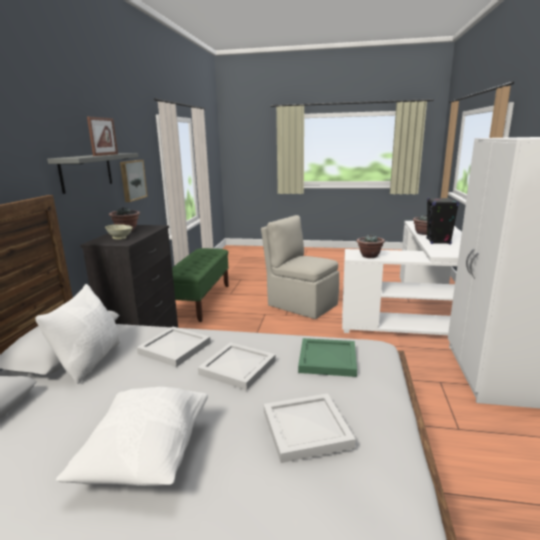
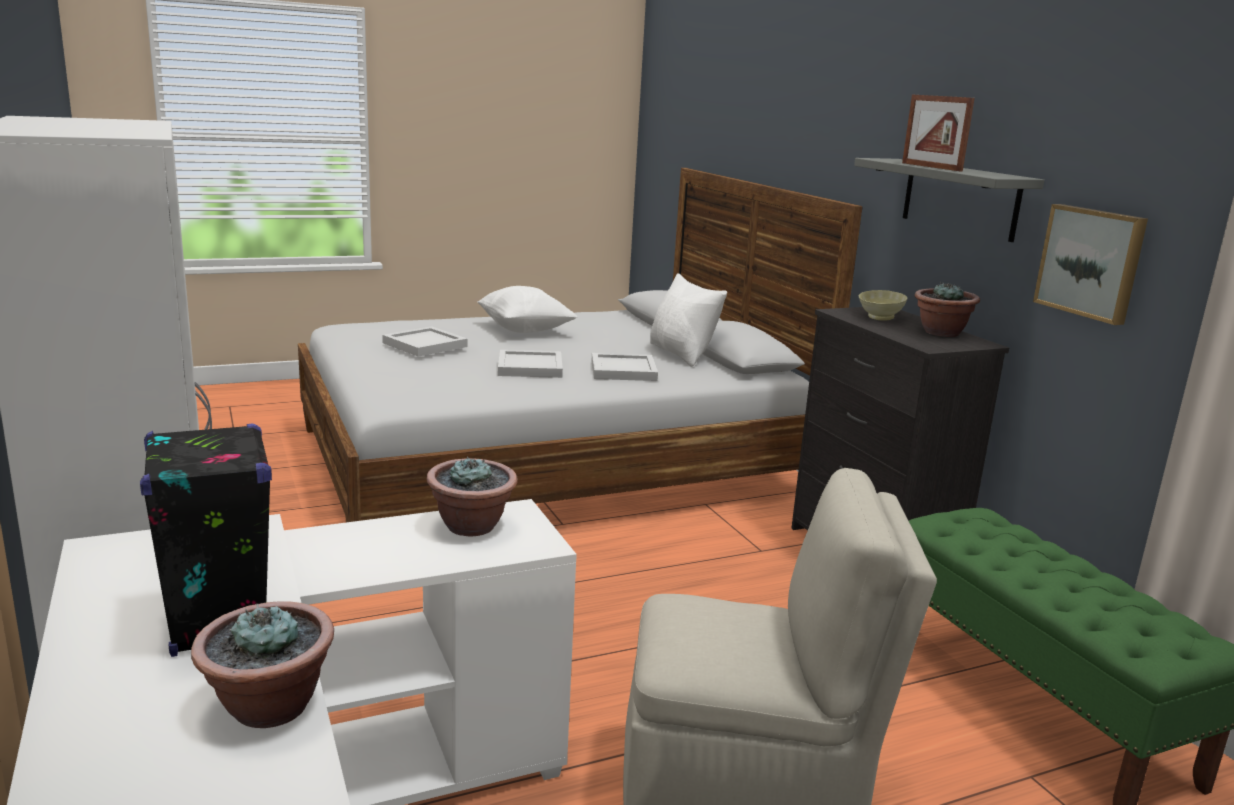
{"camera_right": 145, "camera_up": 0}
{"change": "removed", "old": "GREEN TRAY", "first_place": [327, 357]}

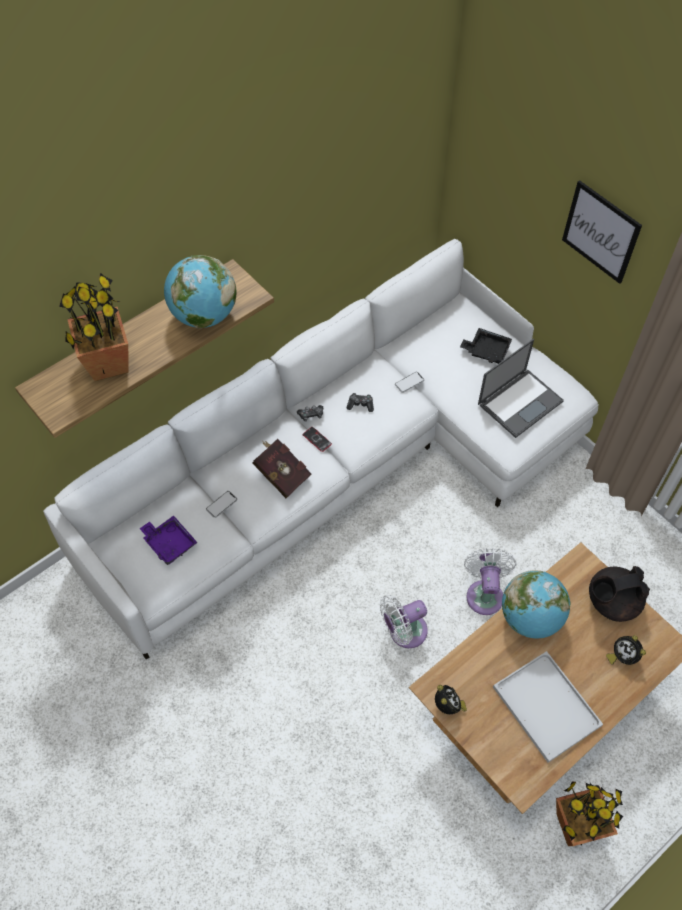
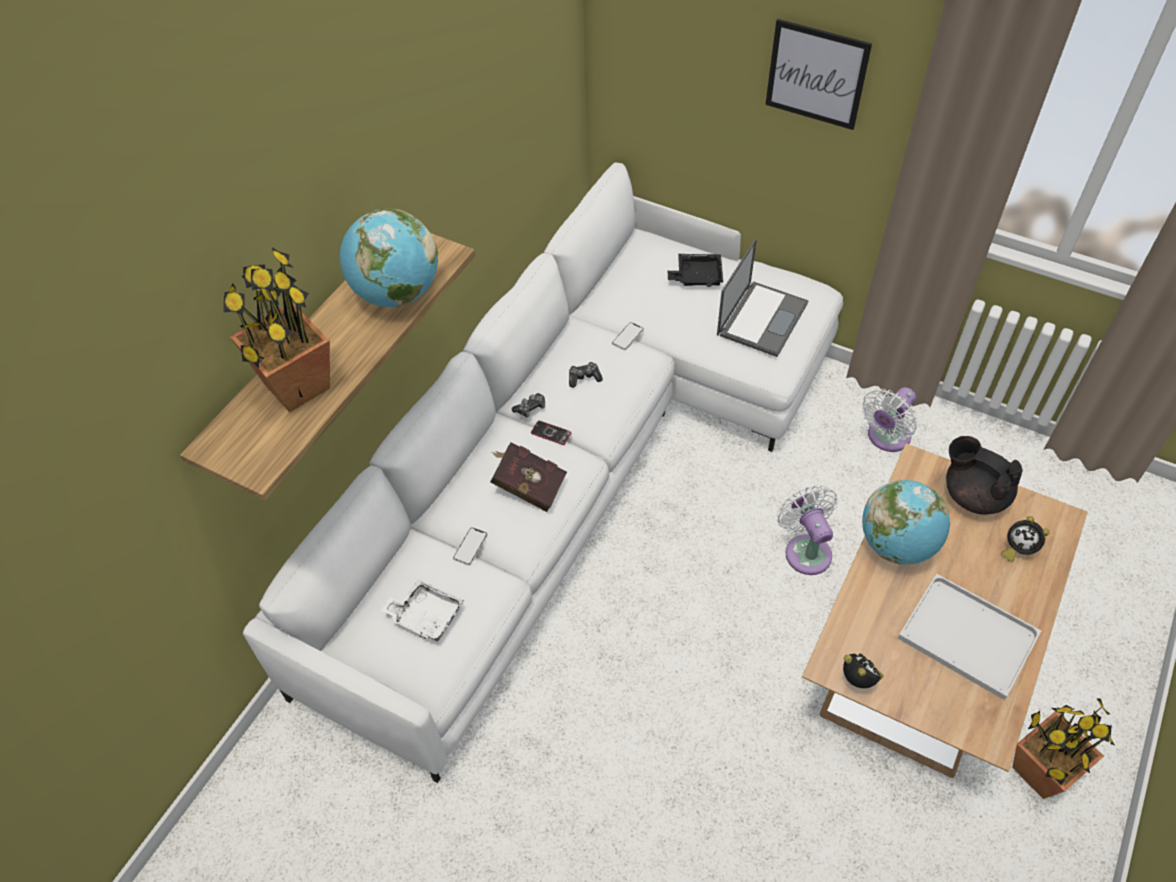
{"camera_right": -20, "camera_up": -5}
{"change": "recoloured", "old": "PURPLE TRAY", "new": "WHITE TRAY", "first_place": [168, 540], "second_place": [422, 610]}
{"change": "turned", "old": "BLACK TEAPOT", "first_place": [619, 594], "second_place": [984, 475], "degrees": 75}
{"change": "moved", "old": "WHITE FAN", "first_place": [403, 621], "second_place": [890, 419]}

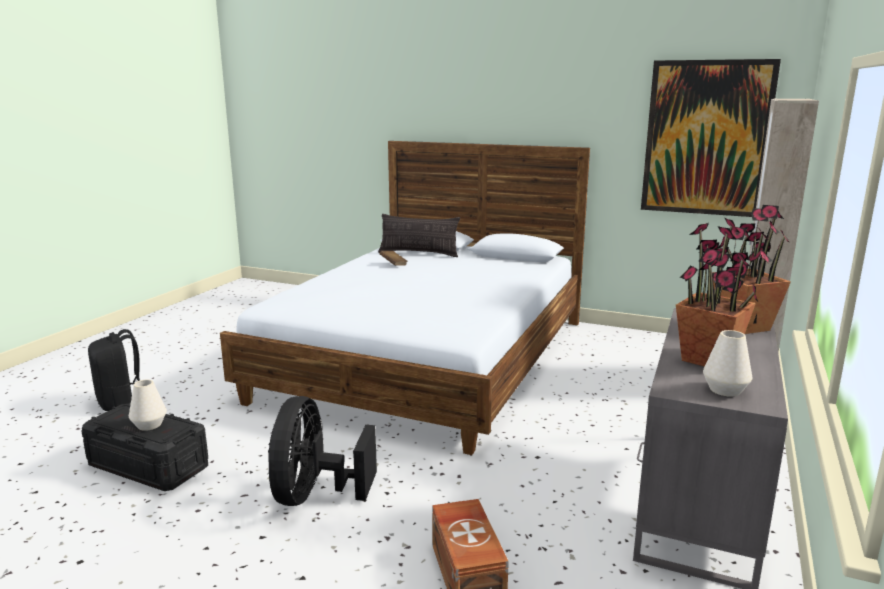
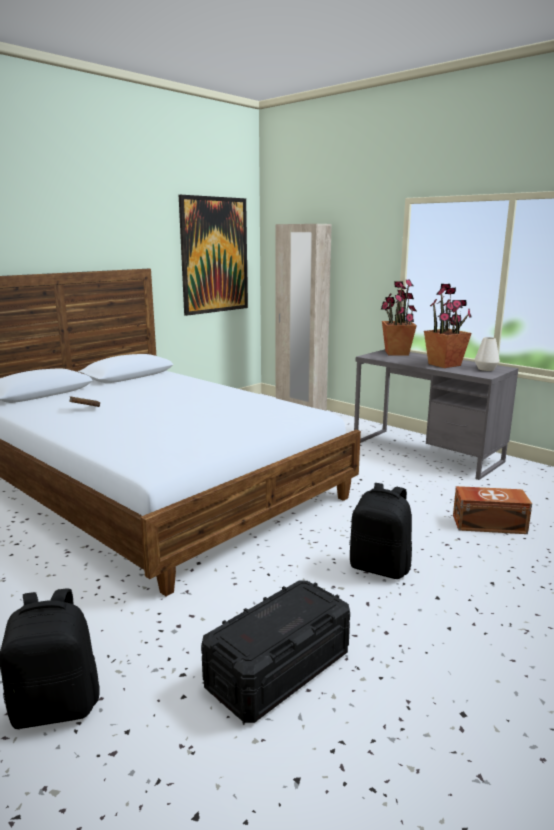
{"camera_right": -70, "camera_up": 0}
{"change": "removed", "old": "PILLOW", "first_place": [419, 235]}
{"change": "removed", "old": "WHITE VASE", "first_place": [148, 405]}
{"change": "replaced", "old": "BLACK FAN", "new": "BLACK BACKPACK", "first_place": [322, 451], "second_place": [380, 531]}

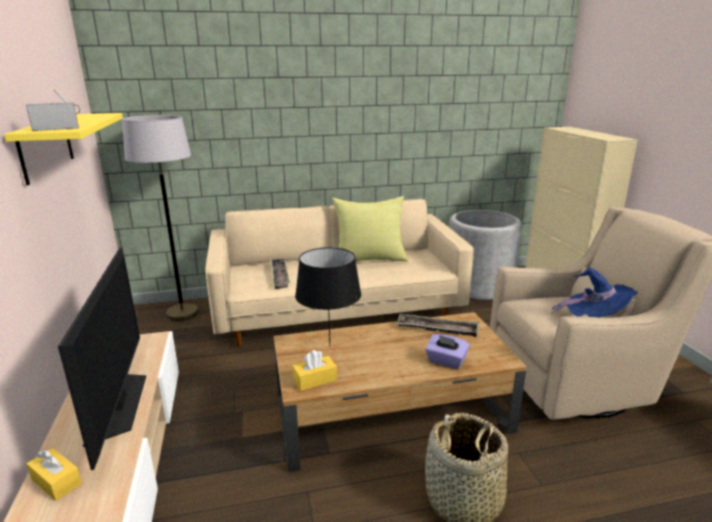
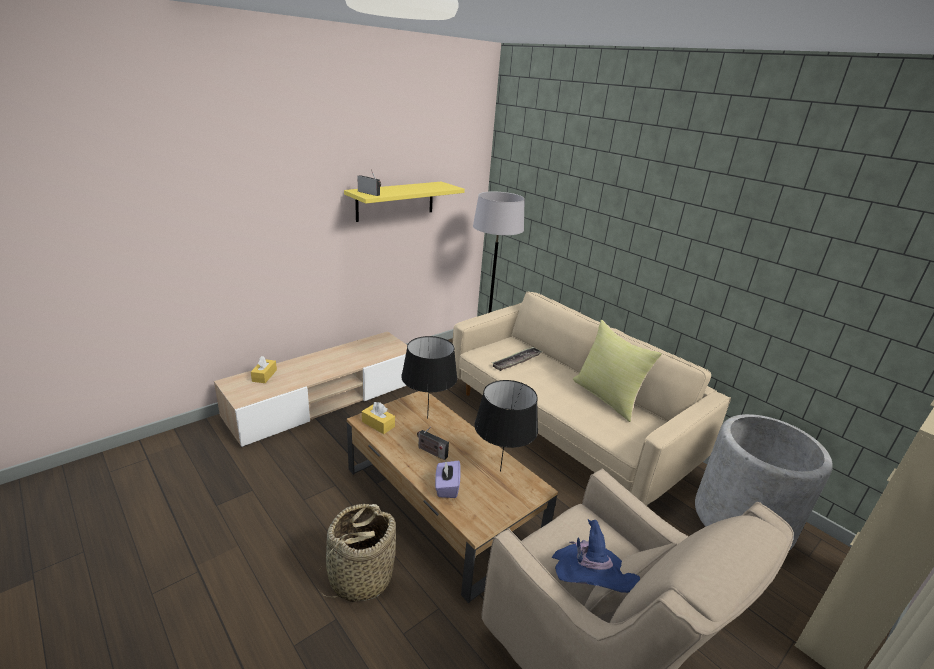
{"camera_right": 60, "camera_up": 5}
{"change": "removed", "old": "TELEVISION", "first_place": [102, 358]}
{"change": "replaced", "old": "TRAY", "new": "BLACK TABLE LAMP", "first_place": [438, 325], "second_place": [506, 426]}
{"change": "added", "new": "RADIO", "second_place": [433, 443]}

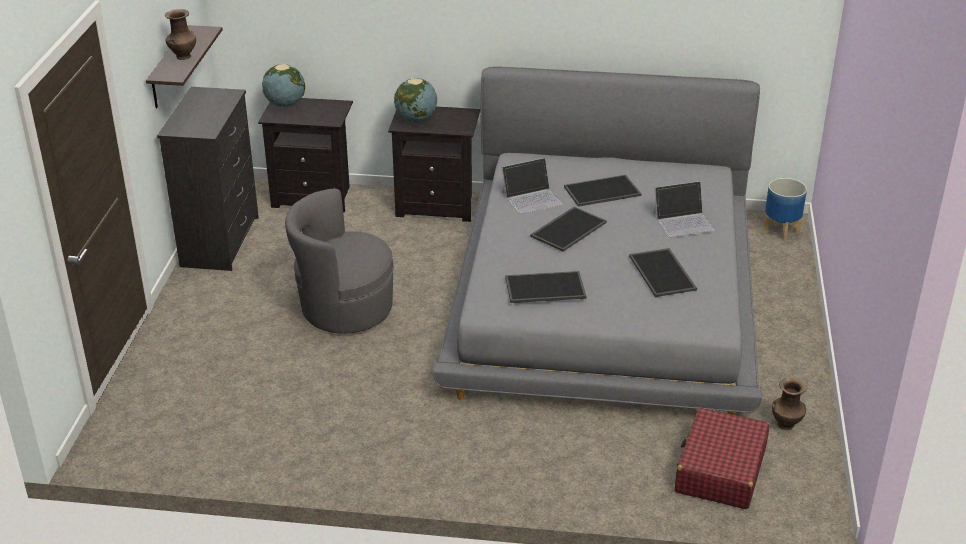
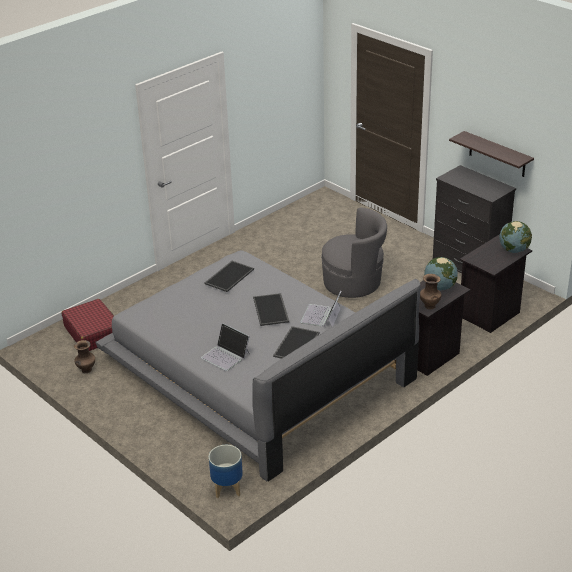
{"camera_right": 130, "camera_up": 0}
{"change": "moved", "old": "BROWN VASE", "first_place": [180, 34], "second_place": [430, 291]}
{"change": "turned", "old": "LAPTOP", "first_place": [684, 209], "second_place": [225, 347], "degrees": -75}
{"change": "turned", "old": "GREY ARMCHAIR", "first_place": [339, 261], "second_place": [354, 253], "degrees": 60}
{"change": "removed", "old": "TRAY", "first_place": [663, 272]}

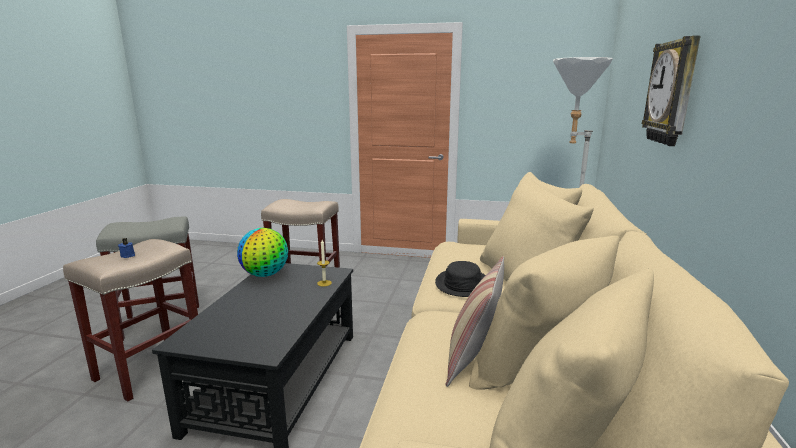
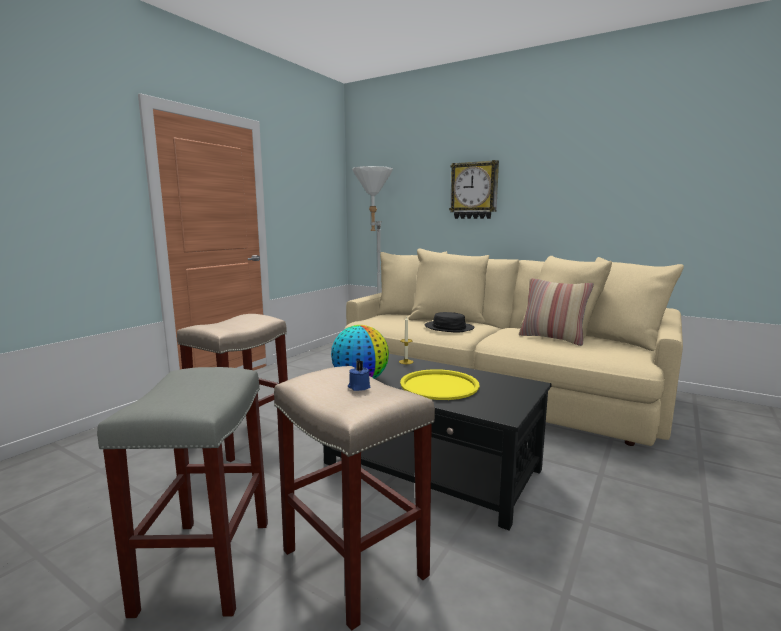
{"camera_right": -70, "camera_up": -5}
{"change": "added", "new": "YELLOW TRAY", "second_place": [440, 384]}

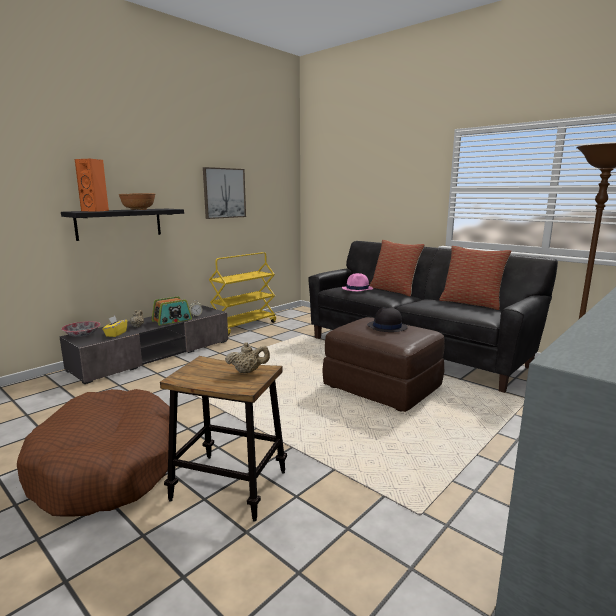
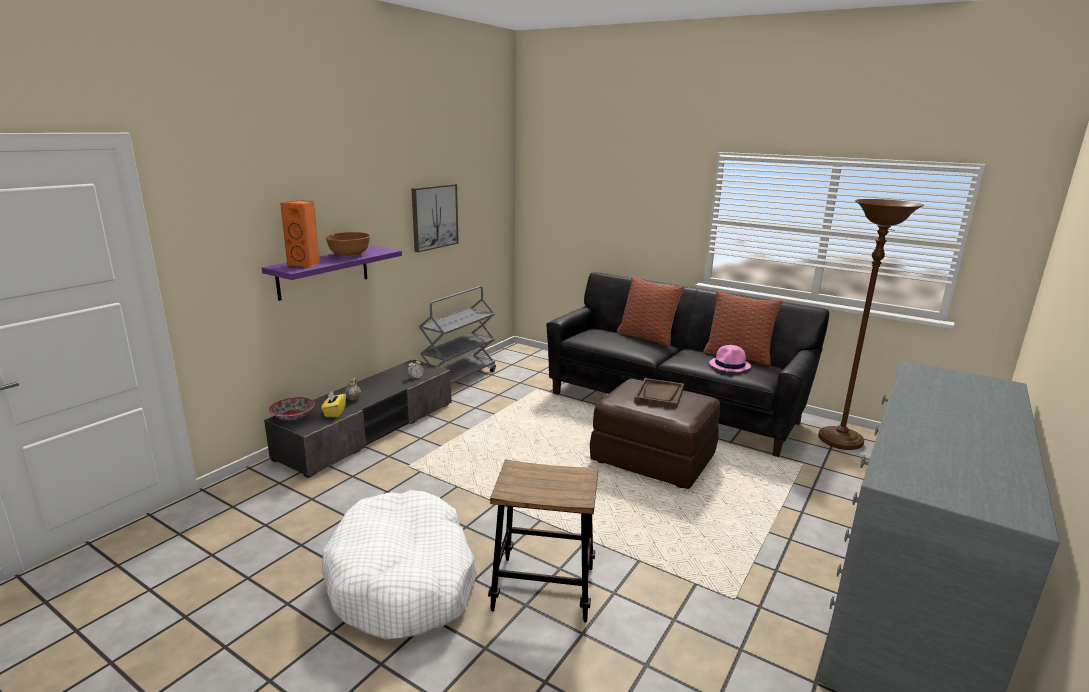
{"camera_right": -10, "camera_up": 5}
{"change": "recoloured", "old": "BLACK SHELF", "new": "PURPLE SHELF", "first_place": [122, 225], "second_place": [332, 273]}
{"change": "recoloured", "old": "YELLOW CART", "new": "GREY CART", "first_place": [242, 294], "second_place": [457, 335]}
{"change": "moved", "old": "PINK HAT", "first_place": [357, 282], "second_place": [730, 358]}
{"change": "removed", "old": "RADIO", "first_place": [172, 311]}
{"change": "replaced", "old": "BLACK HAT", "new": "BROWN TRAY", "first_place": [387, 320], "second_place": [659, 393]}
{"change": "removed", "old": "BEIGE TEAPOT", "first_place": [247, 357]}
{"change": "recoloured", "old": "BROWN DOG BED", "new": "WHITE DOG BED", "first_place": [93, 453], "second_place": [399, 565]}

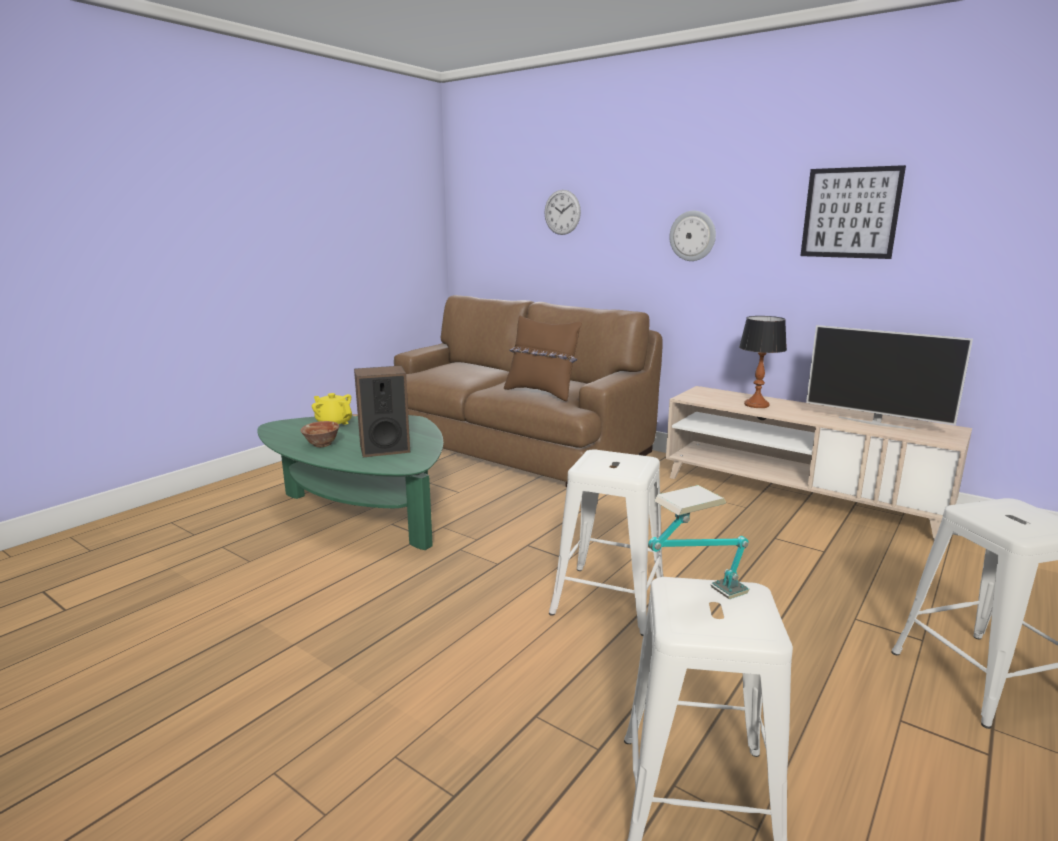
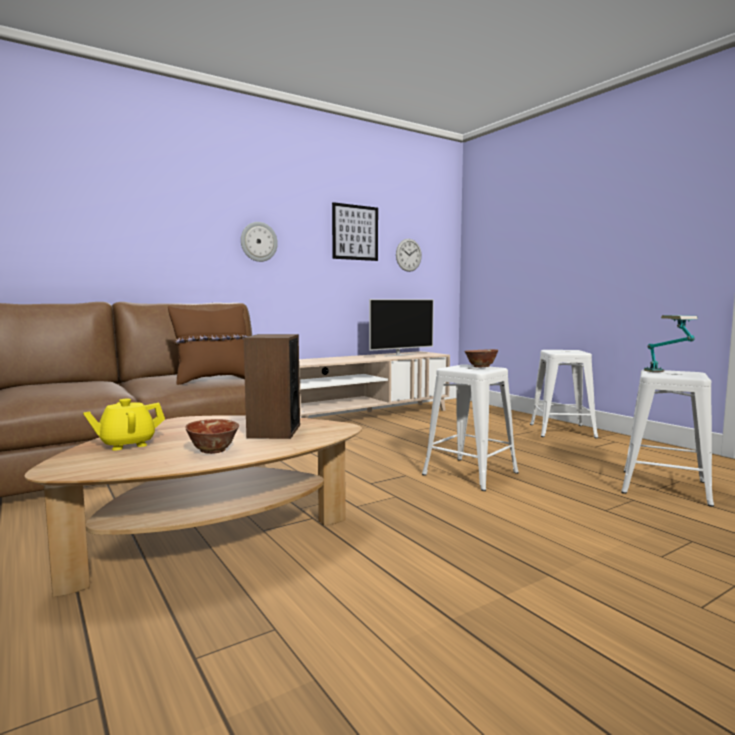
{"camera_right": -70, "camera_up": -10}
{"change": "moved", "old": "WALL CLOCK", "first_place": [562, 212], "second_place": [409, 255]}
{"change": "removed", "old": "TABLE LAMP", "first_place": [763, 362]}
{"change": "recoloured", "old": "GREEN COFFEE TABLE", "new": "BROWN COFFEE TABLE", "first_place": [350, 482], "second_place": [193, 506]}
{"change": "added", "new": "BOWL", "second_place": [481, 358]}

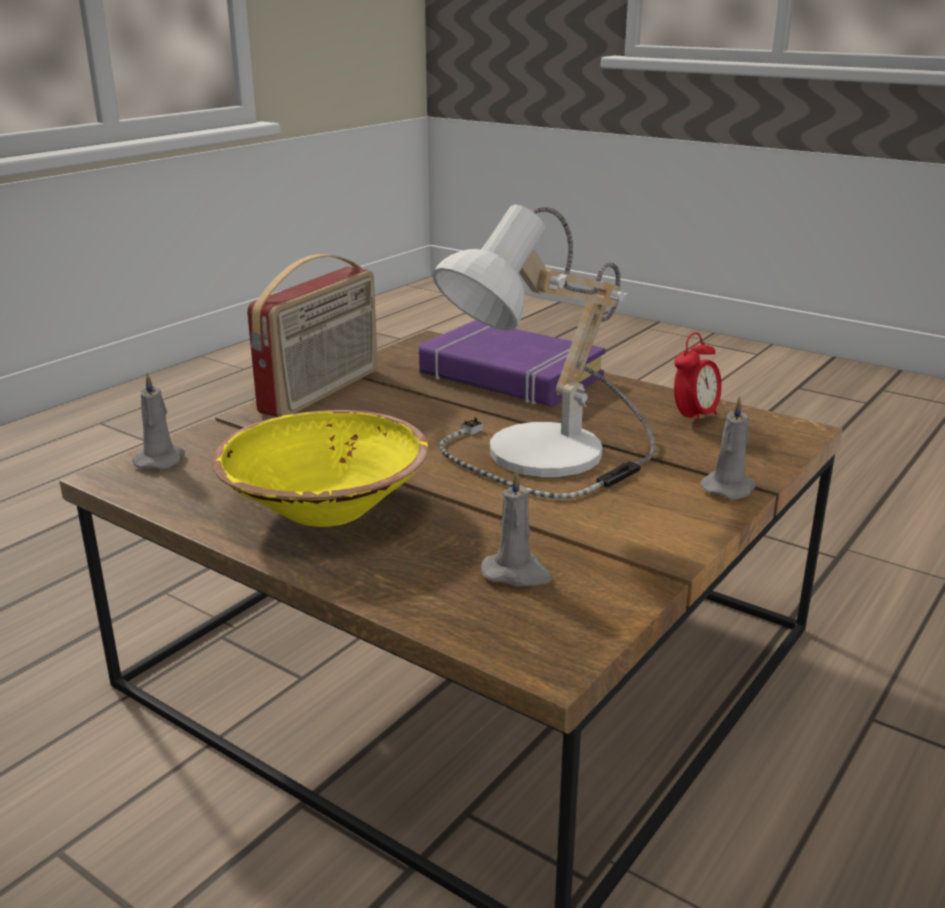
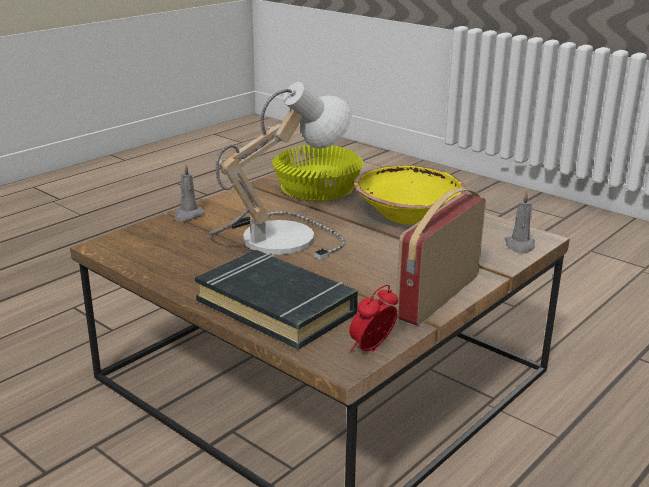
{"camera_right": -175, "camera_up": 0}
{"change": "recoloured", "old": "PURPLE BOOK", "new": "BLACK BOOK", "first_place": [512, 363], "second_place": [276, 300]}
{"change": "moved", "old": "ALARM CLOCK", "first_place": [698, 379], "second_place": [373, 318]}
{"change": "replaced", "old": "GREY CANDLE", "new": "YELLOW BOWL", "first_place": [516, 527], "second_place": [317, 173]}

